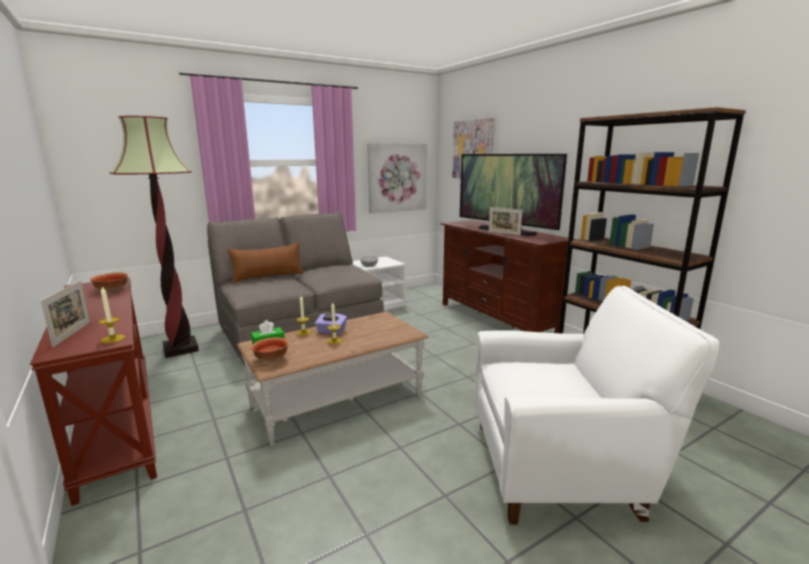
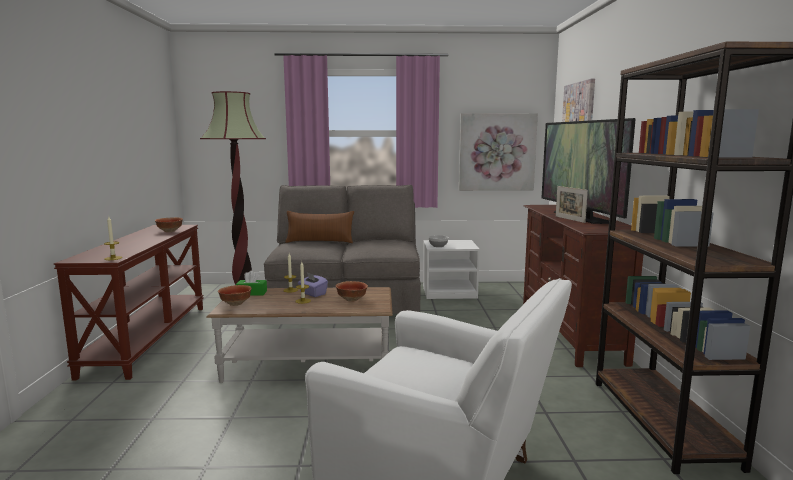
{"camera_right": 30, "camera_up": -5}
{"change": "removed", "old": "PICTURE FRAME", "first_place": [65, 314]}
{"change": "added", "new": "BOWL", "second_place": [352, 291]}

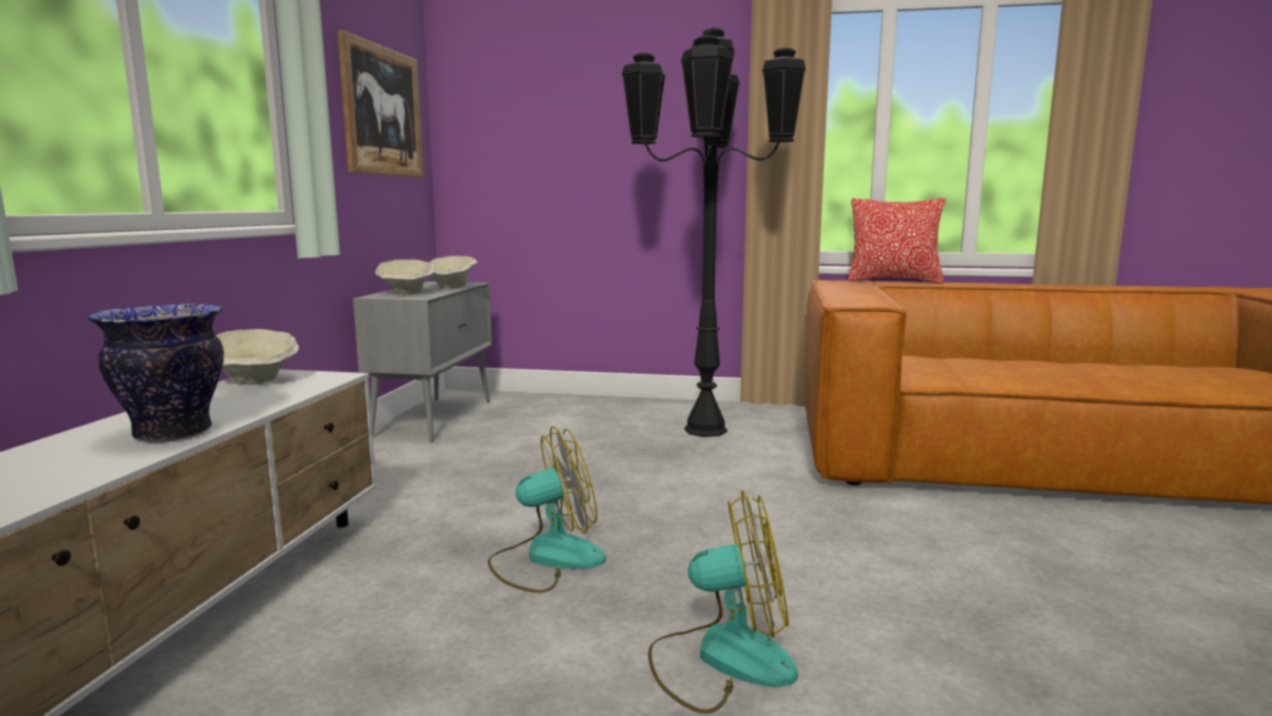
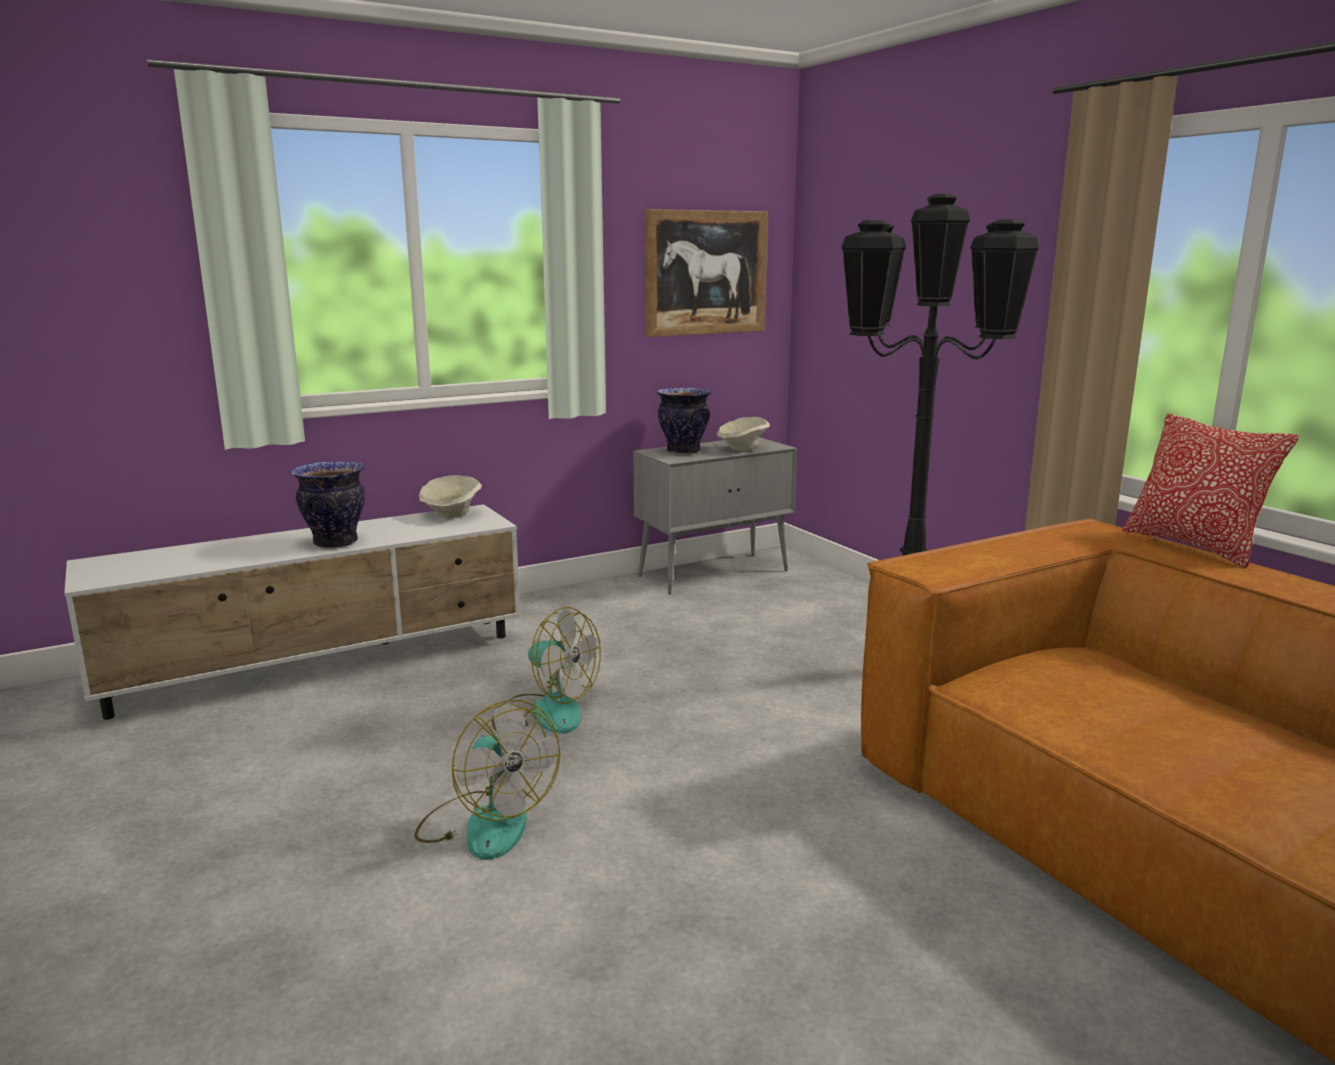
{"camera_right": 50, "camera_up": 5}
{"change": "replaced", "old": "BEIGE BOWL", "new": "VASE", "first_place": [405, 276], "second_place": [683, 421]}

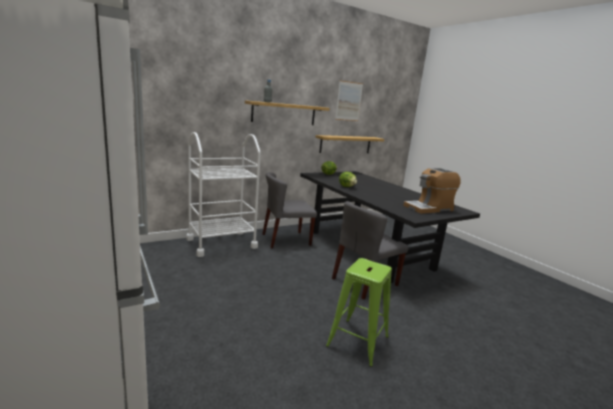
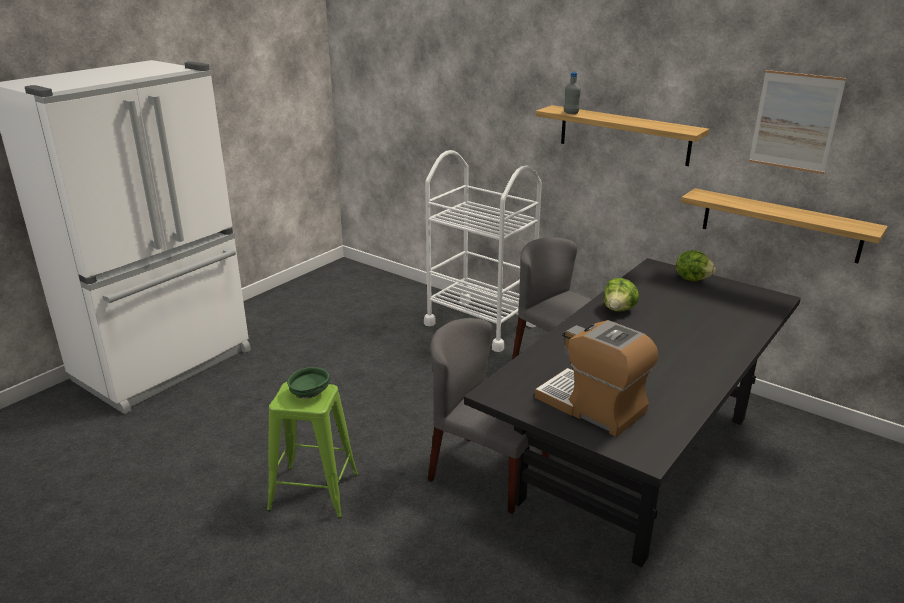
{"camera_right": 70, "camera_up": 10}
{"change": "added", "new": "GREEN BOWL", "second_place": [308, 382]}

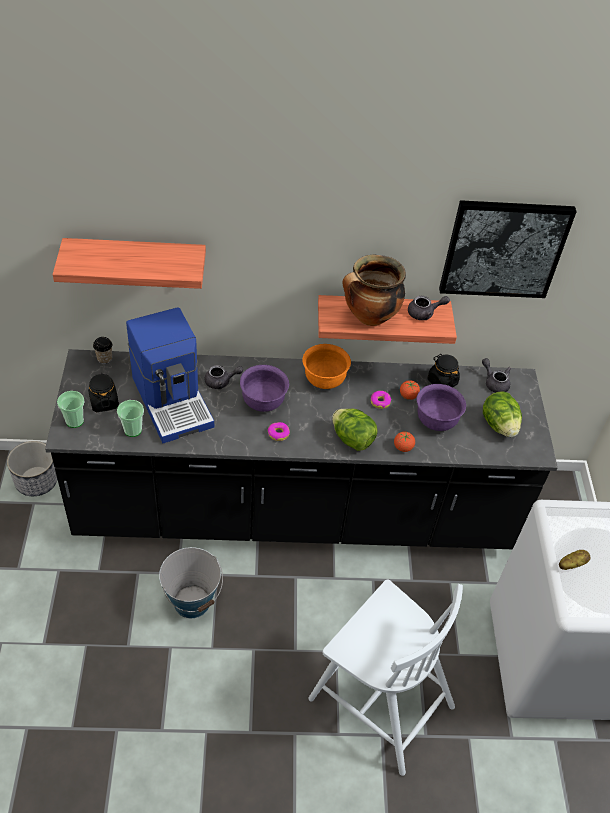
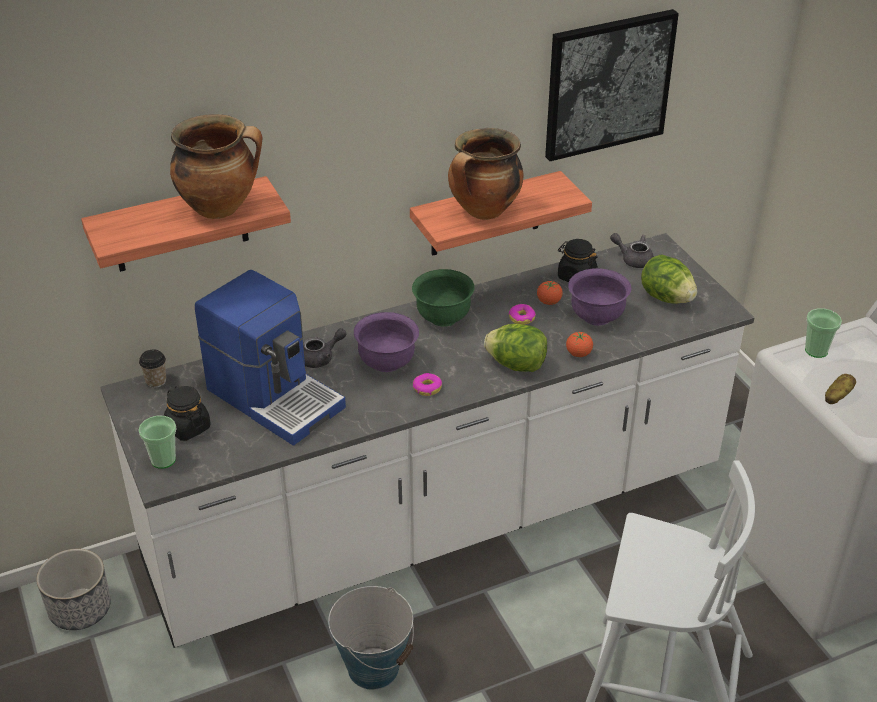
{"camera_right": -20, "camera_up": -10}
{"change": "removed", "old": "GREY TEAPOT", "first_place": [429, 308]}
{"change": "recoloured", "old": "ORANGE BOWL", "new": "GREEN BOWL", "first_place": [326, 366], "second_place": [443, 298]}
{"change": "recoloured", "old": "BLACK COUNTER", "new": "WHITE COUNTER", "first_place": [301, 449], "second_place": [428, 440]}
{"change": "moved", "old": "CUP", "first_place": [130, 418], "second_place": [823, 333]}
{"change": "added", "new": "COOKING POT", "second_place": [216, 166]}

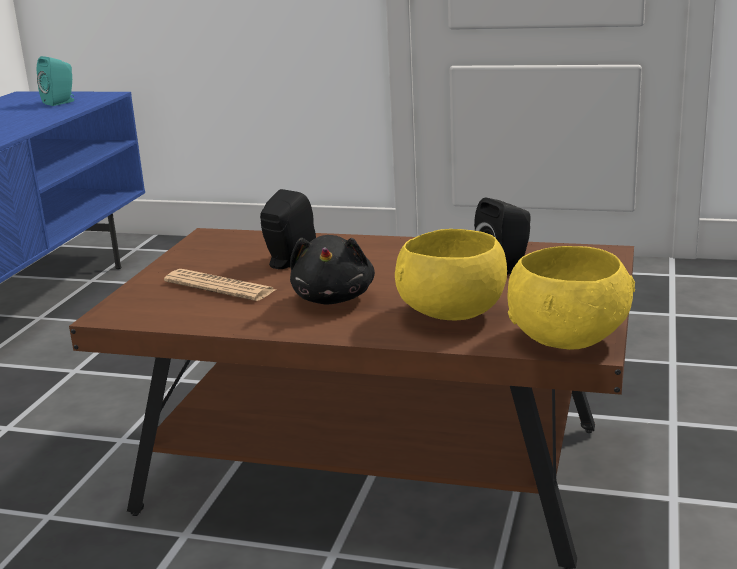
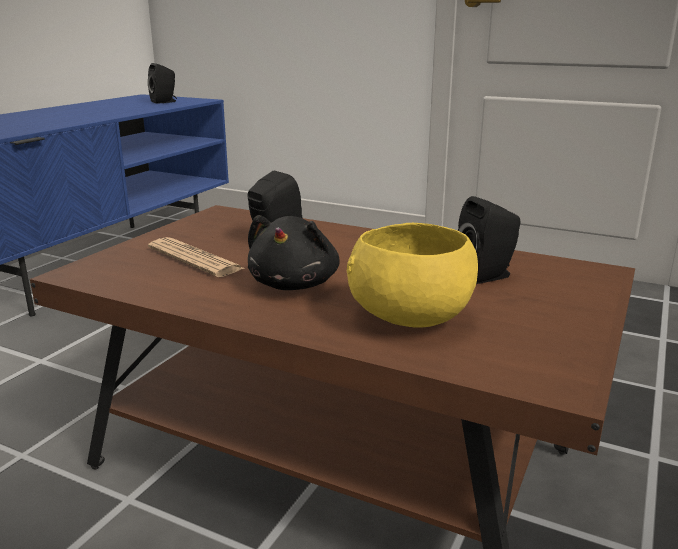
{"camera_right": 10, "camera_up": 0}
{"change": "recoloured", "old": "TURQUOISE SPEAKER", "new": "BLACK SPEAKER", "first_place": [55, 81], "second_place": [162, 83]}
{"change": "removed", "old": "YELLOW BOWL", "first_place": [571, 298]}

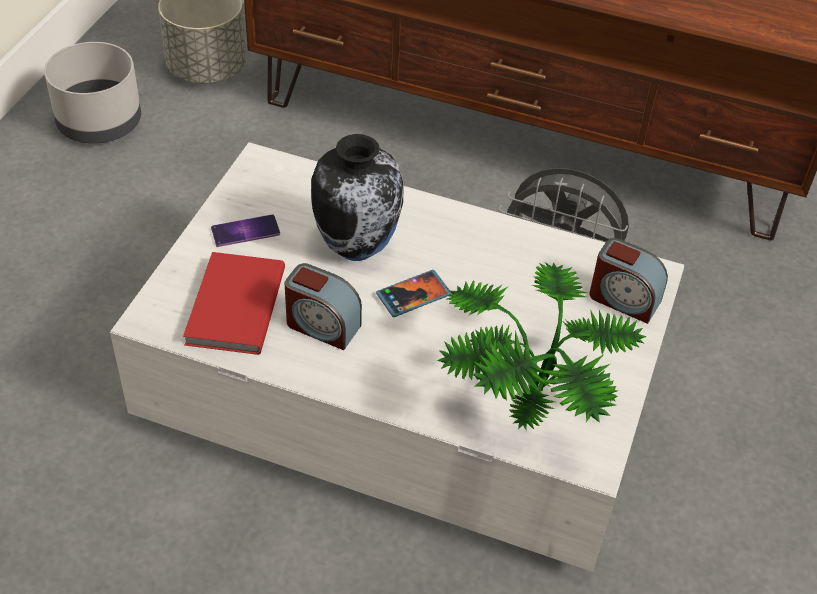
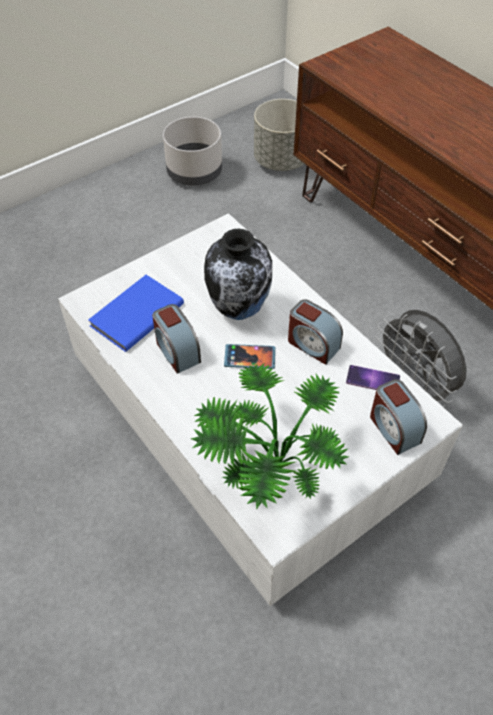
{"camera_right": 35, "camera_up": 5}
{"change": "moved", "old": "PHONE", "first_place": [245, 230], "second_place": [373, 377]}
{"change": "recoloured", "old": "RED BOOK", "new": "BLUE BOOK", "first_place": [234, 303], "second_place": [136, 313]}
{"change": "added", "new": "ALARM CLOCK", "second_place": [315, 332]}

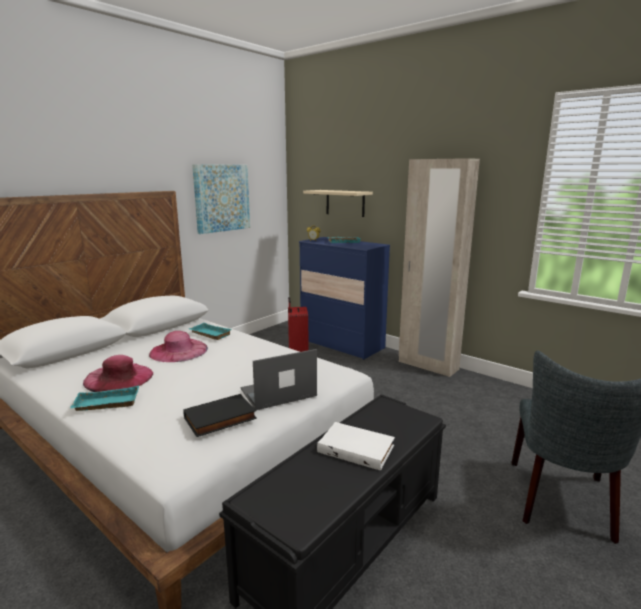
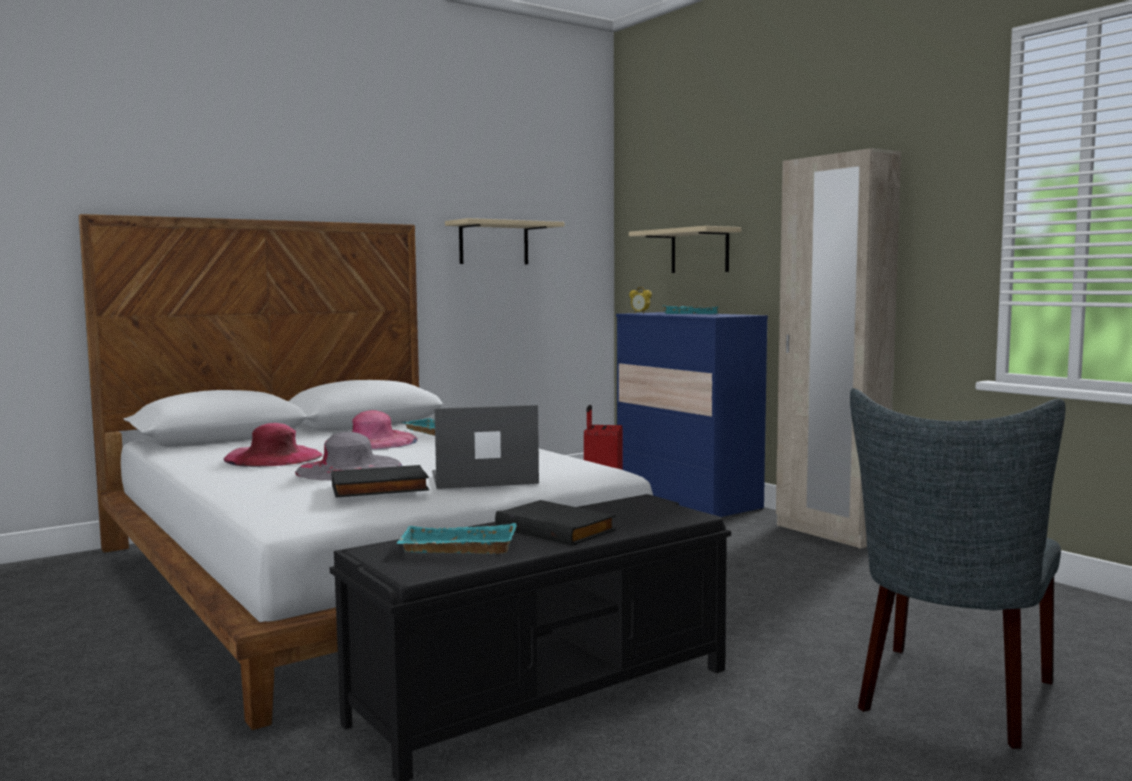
{"camera_right": 15, "camera_up": -10}
{"change": "replaced", "old": "PICTURE", "new": "BEIGE SHELF", "first_place": [221, 199], "second_place": [504, 241]}
{"change": "moved", "old": "TURQUOISE TRAY", "first_place": [104, 398], "second_place": [456, 538]}
{"change": "recoloured", "old": "WHITE BOOK", "new": "BLACK BOOK", "first_place": [356, 446], "second_place": [555, 523]}
{"change": "added", "new": "GREY HAT", "second_place": [348, 456]}

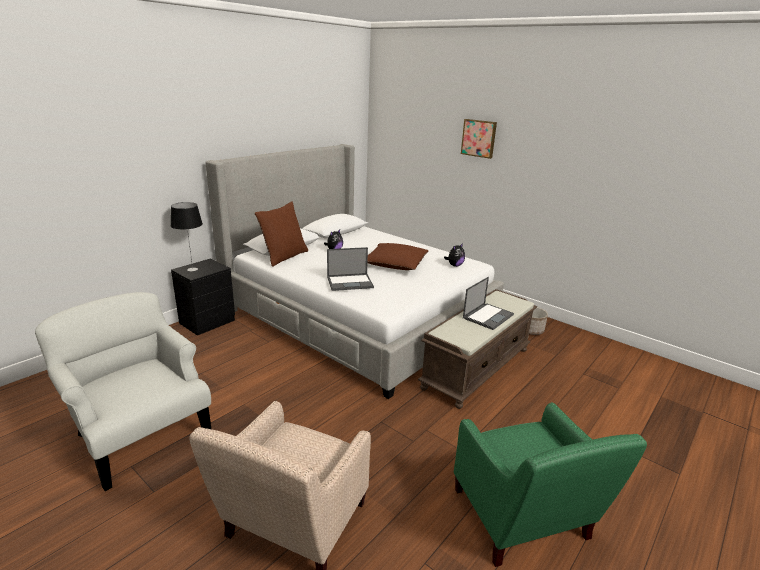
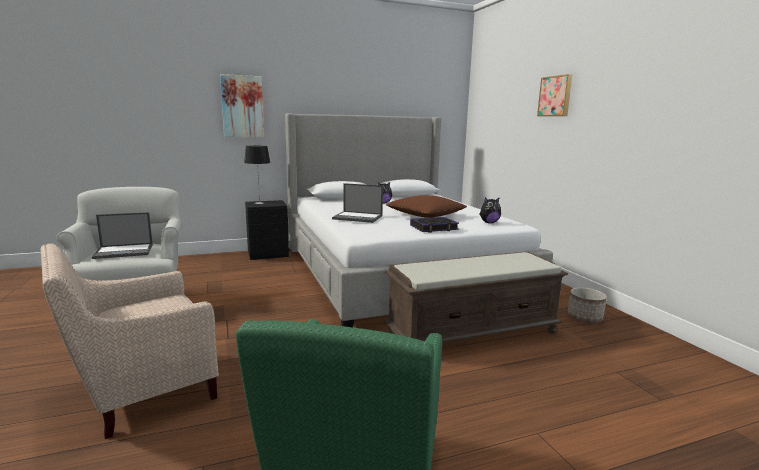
{"camera_right": 30, "camera_up": -10}
{"change": "removed", "old": "BROWN PILLOW", "first_place": [281, 234]}
{"change": "moved", "old": "LAPTOP", "first_place": [488, 303], "second_place": [122, 235]}
{"change": "added", "new": "PICTURE", "second_place": [242, 105]}
{"change": "added", "new": "BOOK", "second_place": [434, 225]}

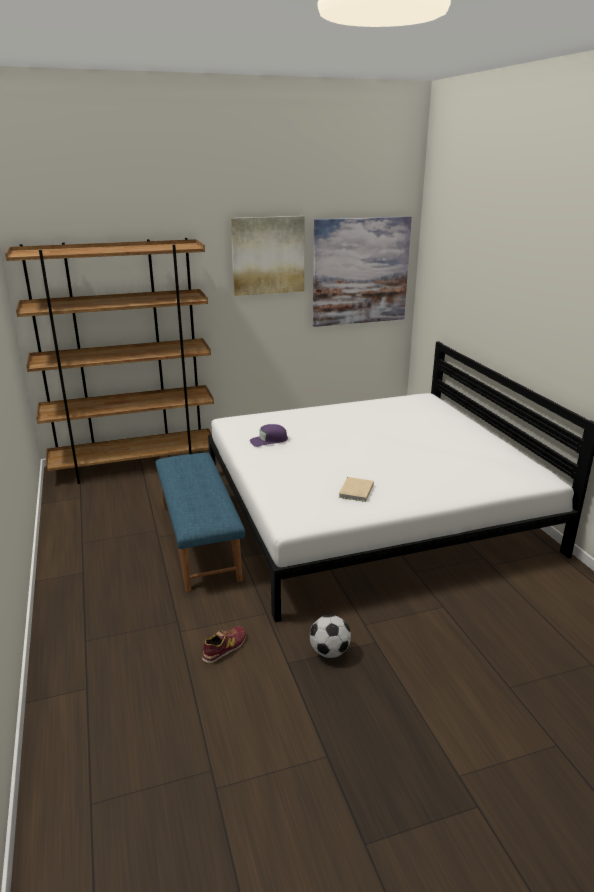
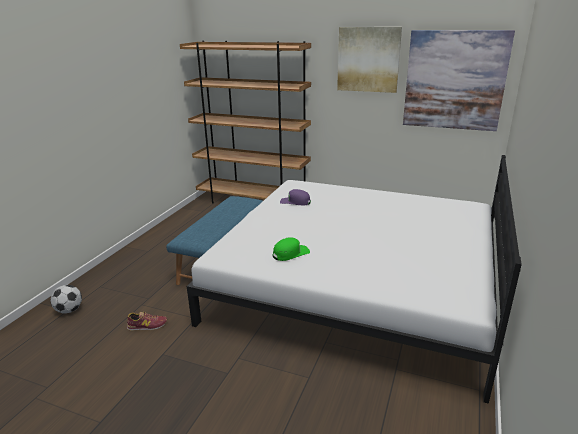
{"camera_right": 40, "camera_up": 0}
{"change": "replaced", "old": "BEIGE BOOK", "new": "GREEN CAP", "first_place": [356, 489], "second_place": [291, 249]}
{"change": "moved", "old": "FOOTBALL", "first_place": [330, 636], "second_place": [66, 299]}

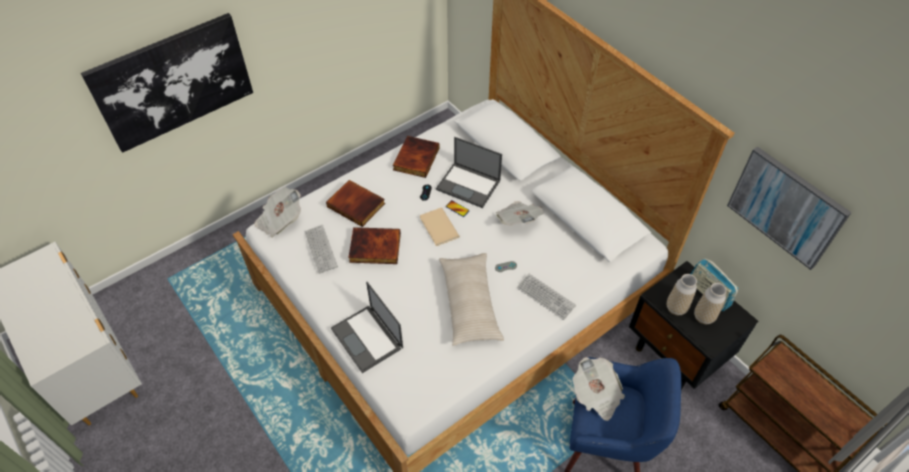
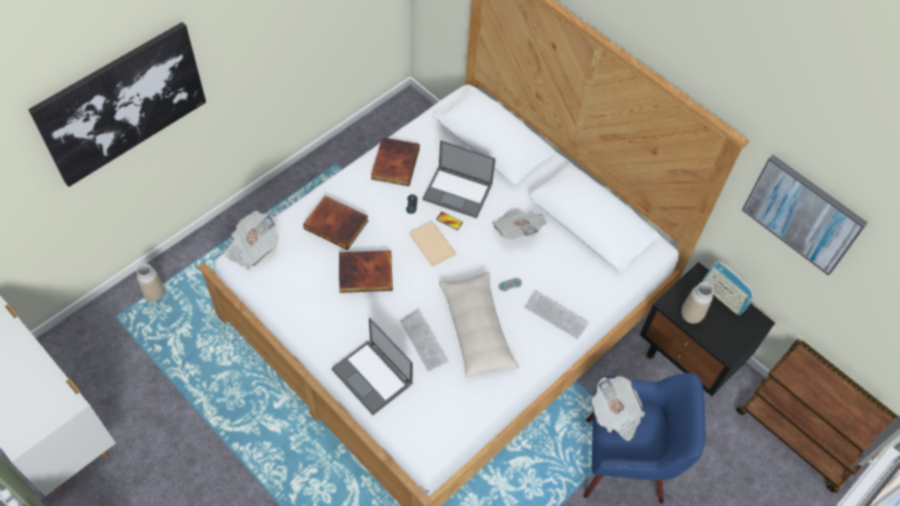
{"camera_right": -10, "camera_up": 5}
{"change": "moved", "old": "KEYBOARD", "first_place": [321, 249], "second_place": [424, 340]}
{"change": "moved", "old": "VASE", "first_place": [710, 303], "second_place": [151, 283]}

